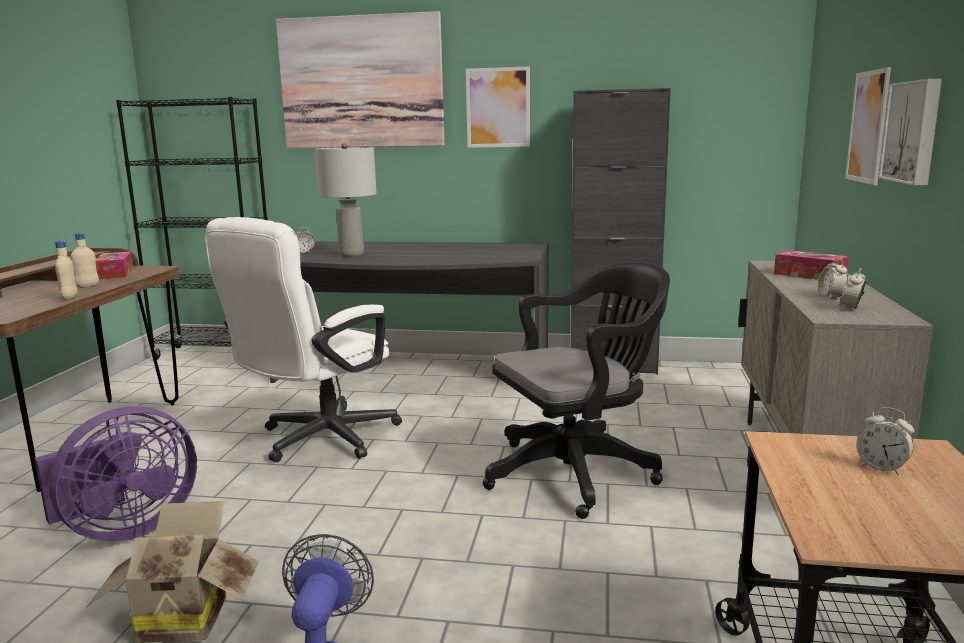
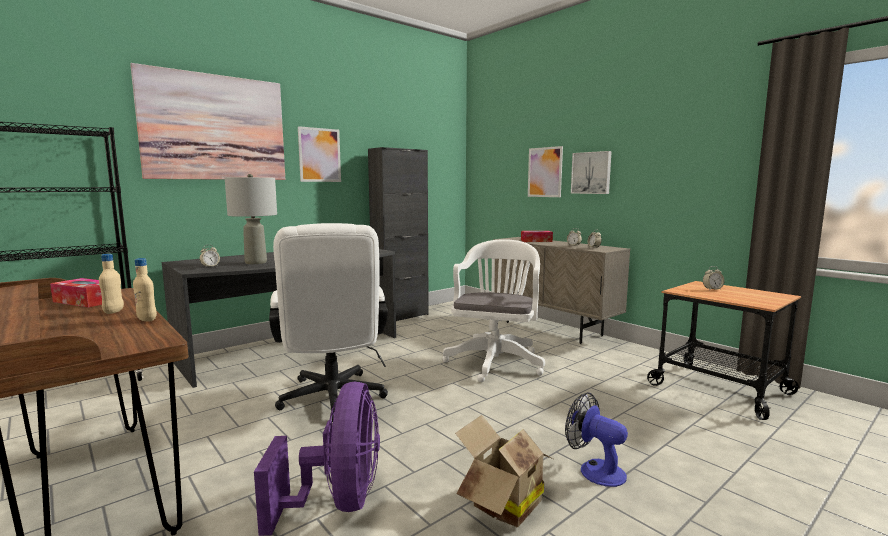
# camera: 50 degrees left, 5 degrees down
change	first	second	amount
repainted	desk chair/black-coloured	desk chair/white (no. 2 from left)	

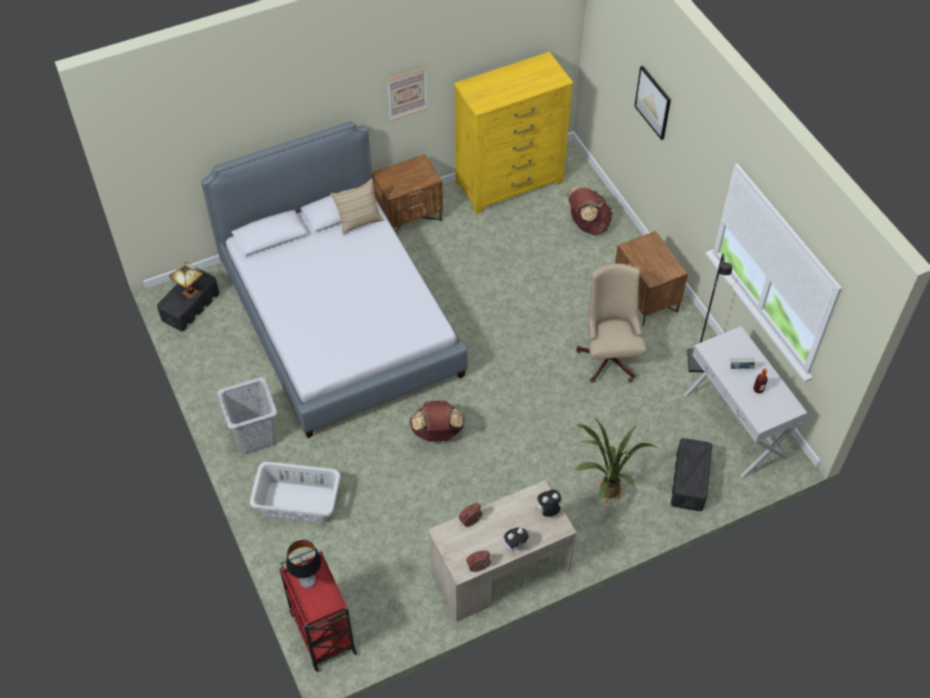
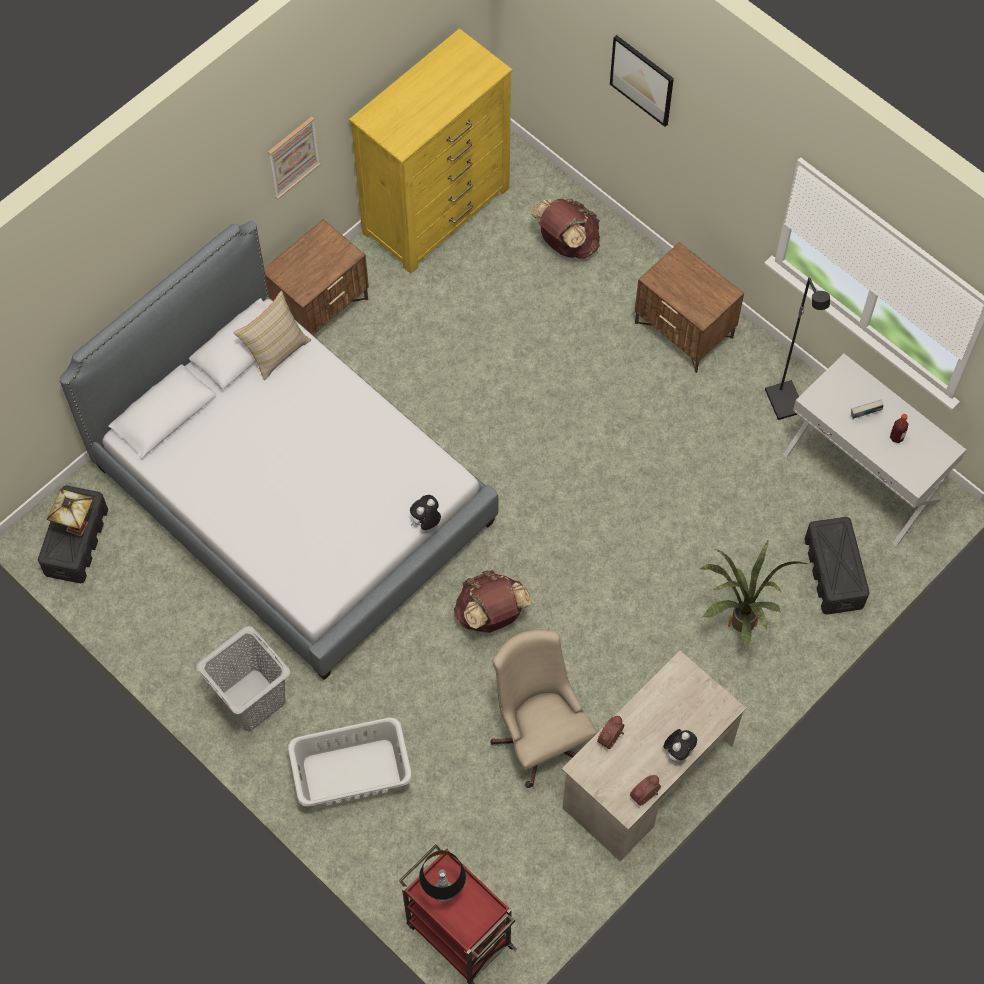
# camera: 20 degrees left, 10 degrees up
change	first	second	amount
shifted	plush toy (no. 2 from left in the first image)	plush toy (no. 1 from left)	
shifted	desk chair/beige-coloured		

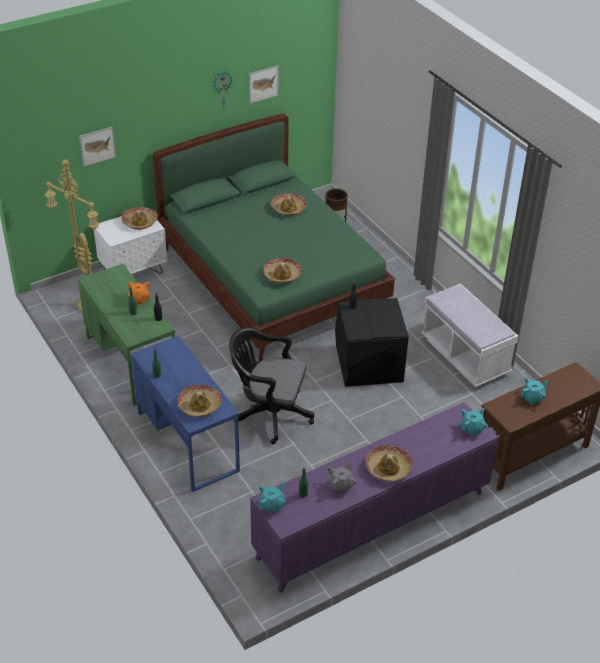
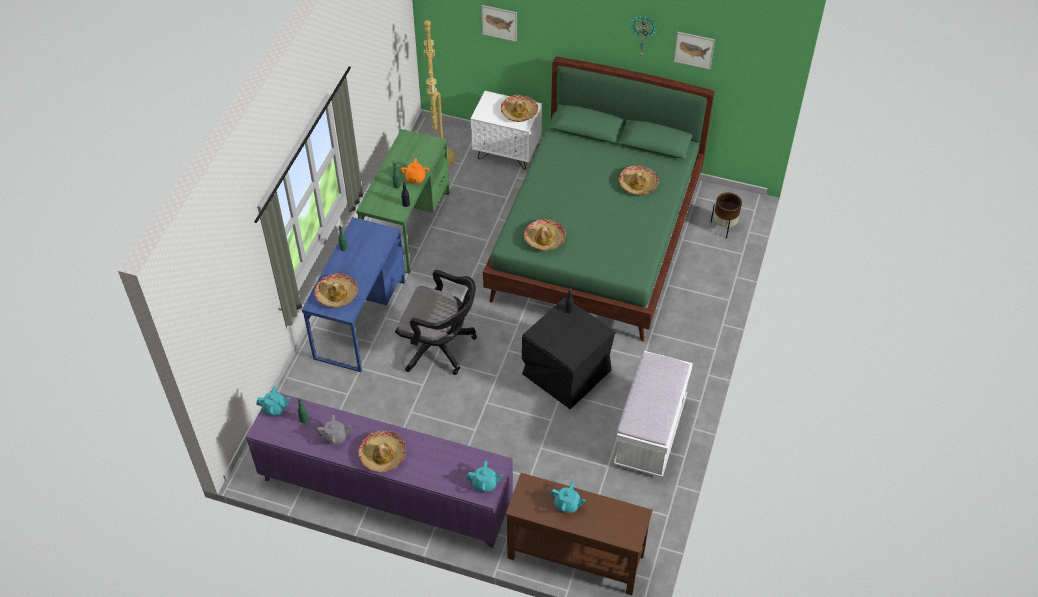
# camera: 50 degrees right, 10 degrees up
change	first	second	amount
rotated	desk chair/black-coloured		135 degrees clockwise

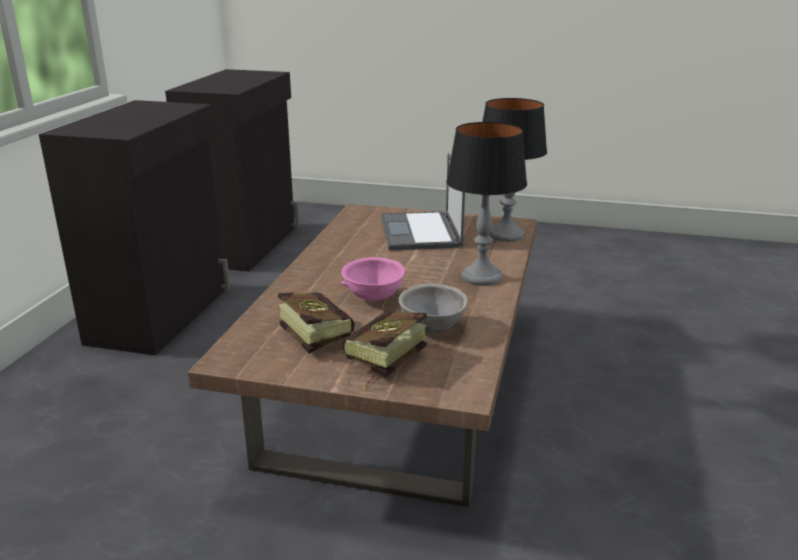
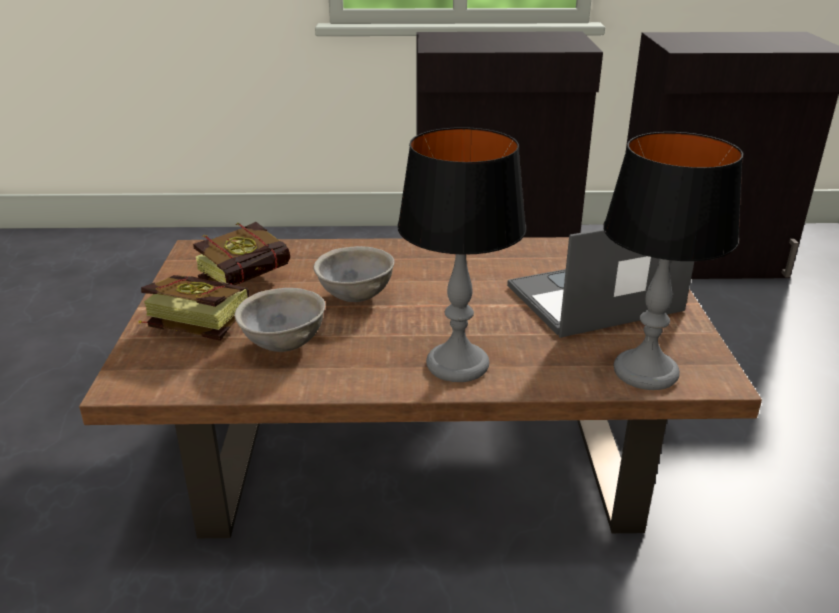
# camera: 75 degrees right, 5 degrees up
change	first	second	amount
repainted	deep dish/pink	deep dish/greyish (no. 2 from left)	

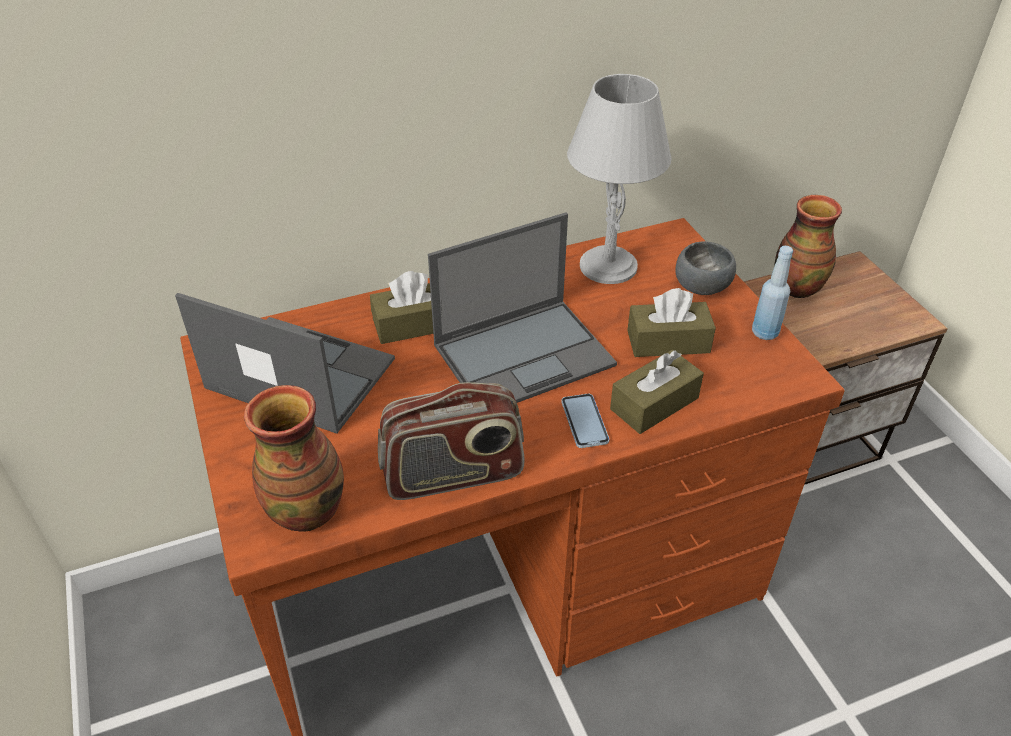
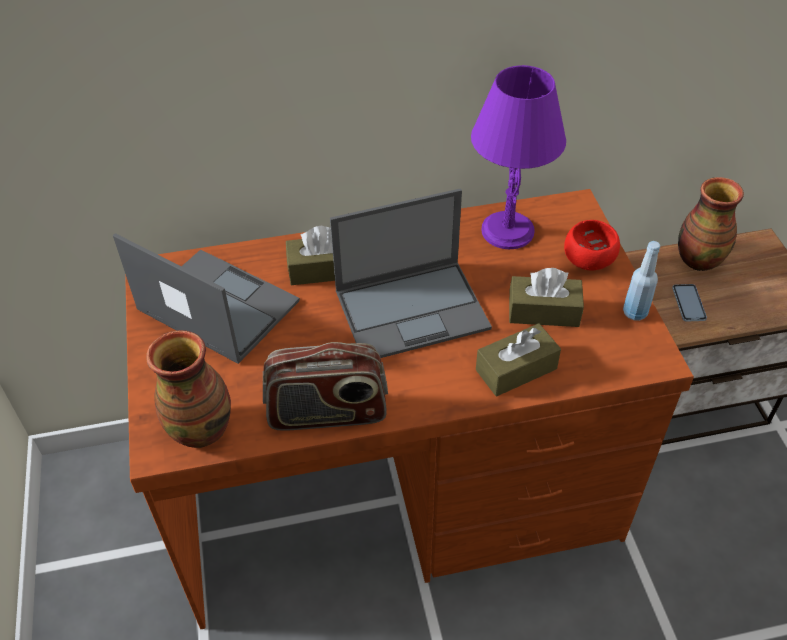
# camera: 10 degrees right, 5 degrees up
change	first	second	amount
shifted	telephone		
repainted	tabletop lamp/greyish	tabletop lamp/purple	
repainted	deep dish/greyish	deep dish/red	

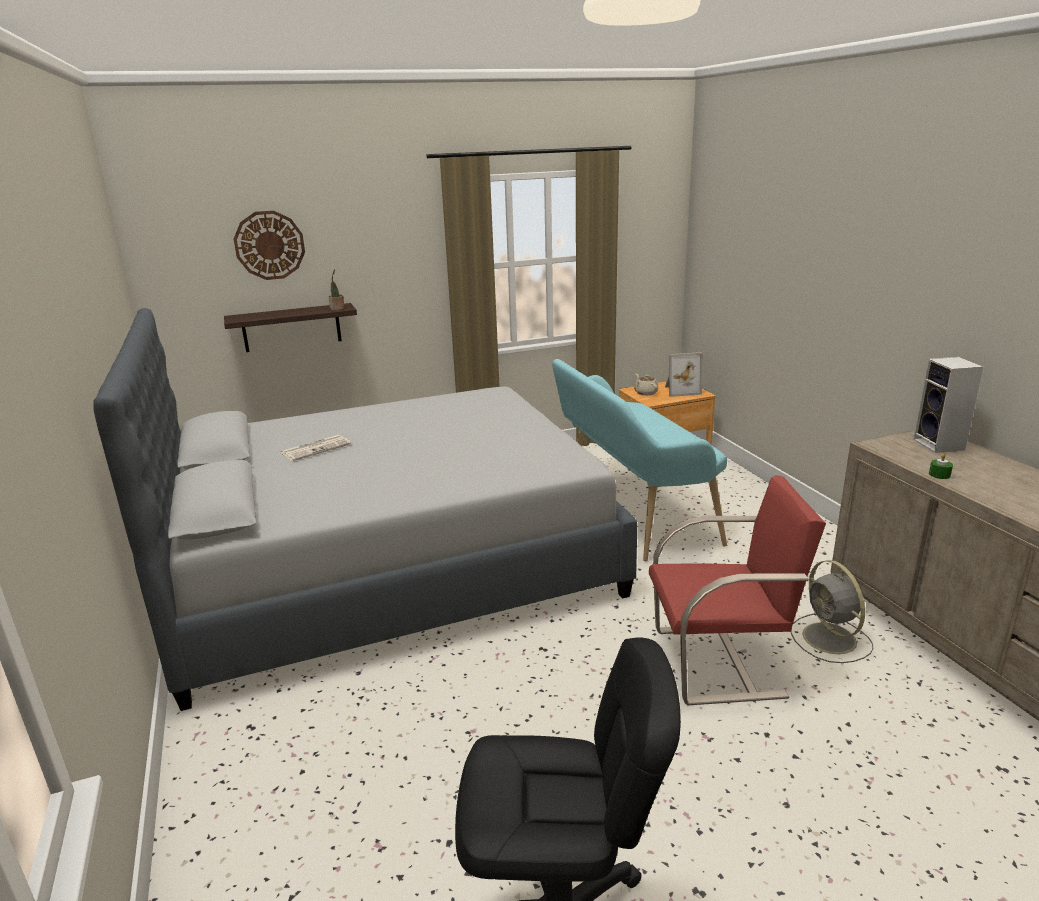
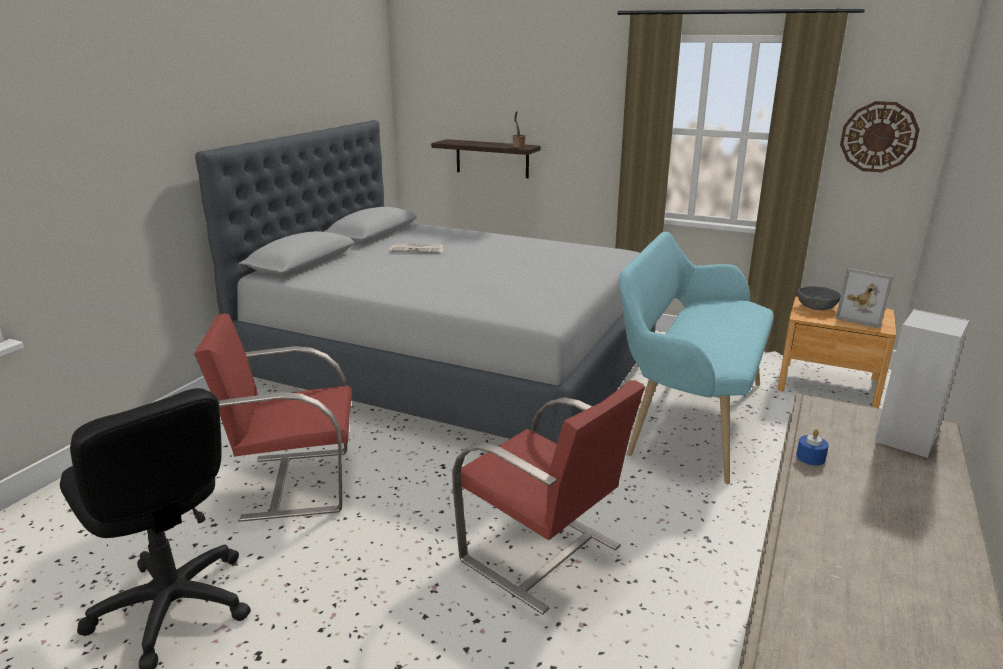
# camera: 45 degrees right, 0 degrees up
change	first	second	amount
shifted	wall clock		
swapped	tea pot/beige-coloured	deep dish/greyish	
gone	cooling fan/greyish		
repainted	wax candle/green	wax candle/bluish	
new		upright chair/red (no. 1 from left)	

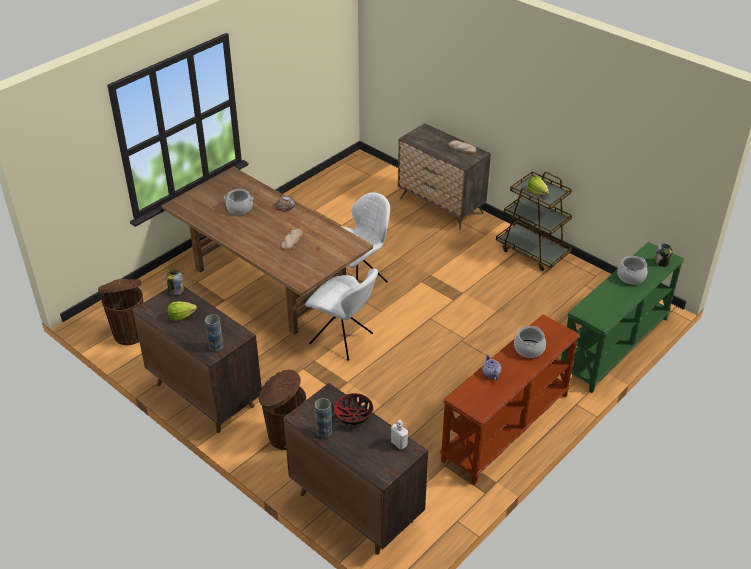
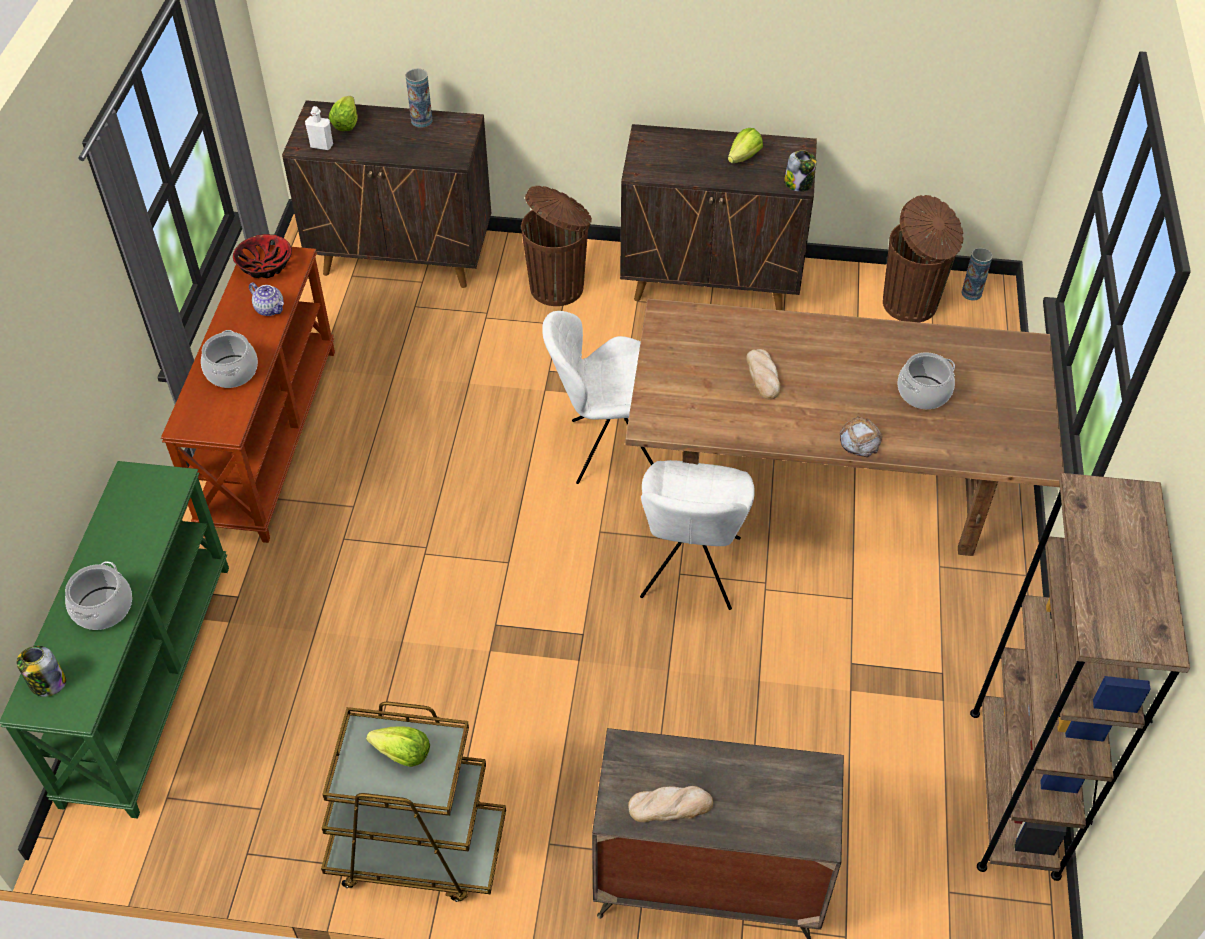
# camera: 145 degrees right, 10 degrees up
change	first	second	amount
shifted	flower vase (no. 1 from left in the first image)	flower vase (no. 2 from left)	
shifted	deep dish		
new		head of lettuce (no. 1 from left)	
new		shelving unit/brown-coloured	

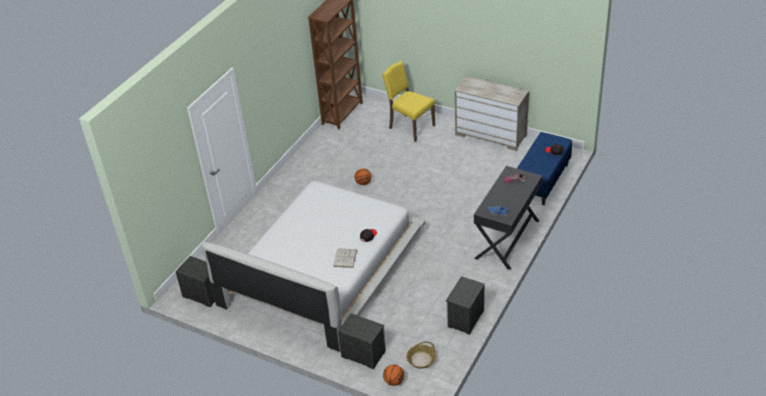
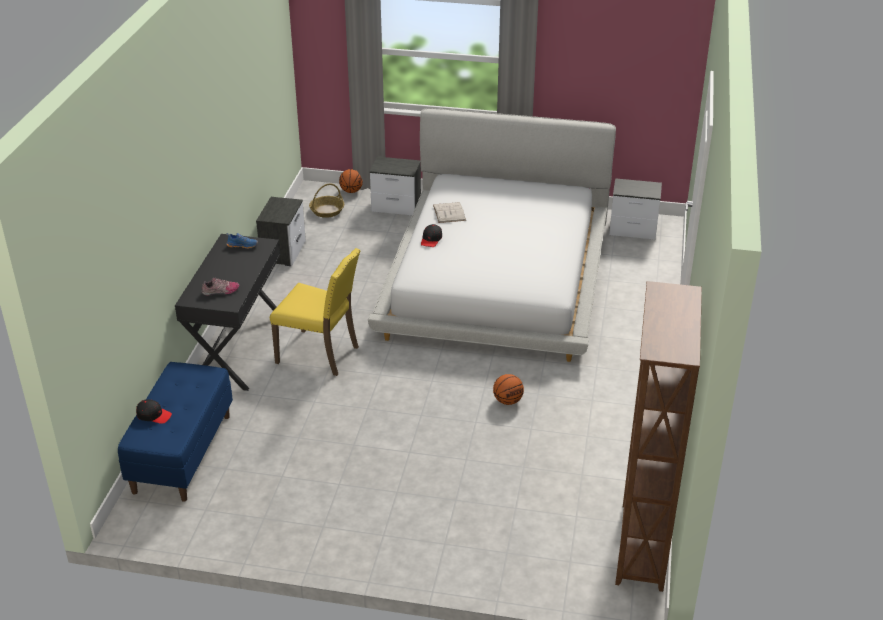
# camera: 160 degrees right, 5 degrees down
change	first	second	amount
shifted	upright chair/yellowish		
gone	dresser/beige-coloured		

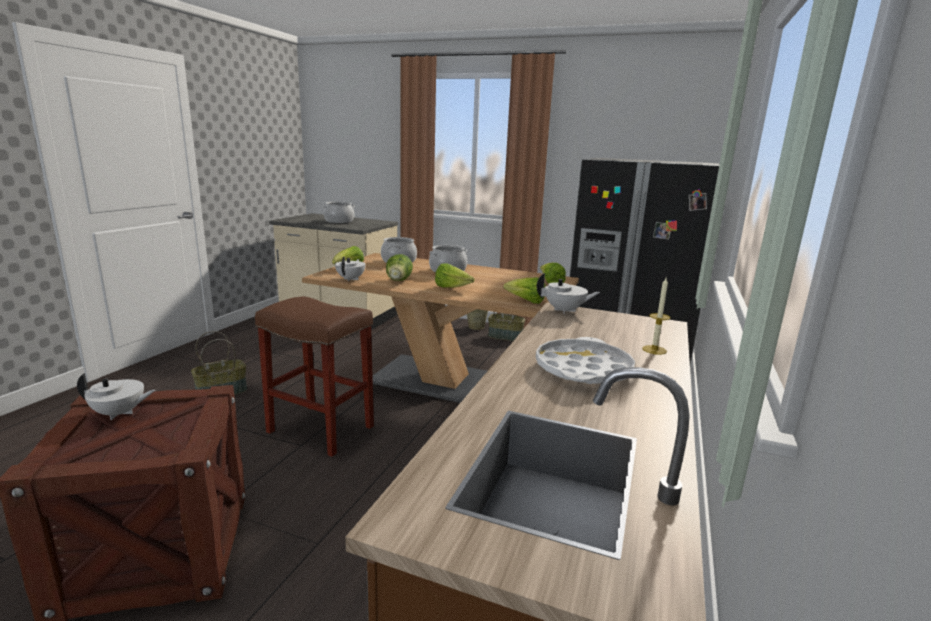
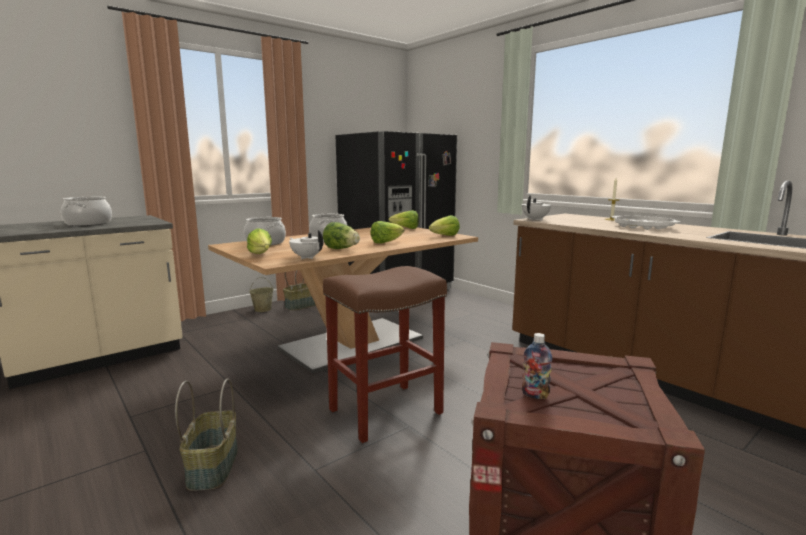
# camera: 60 degrees left, 5 degrees down
change	first	second	amount
swapped	tea pot/white (no. 1 from left)	drink bottle	

